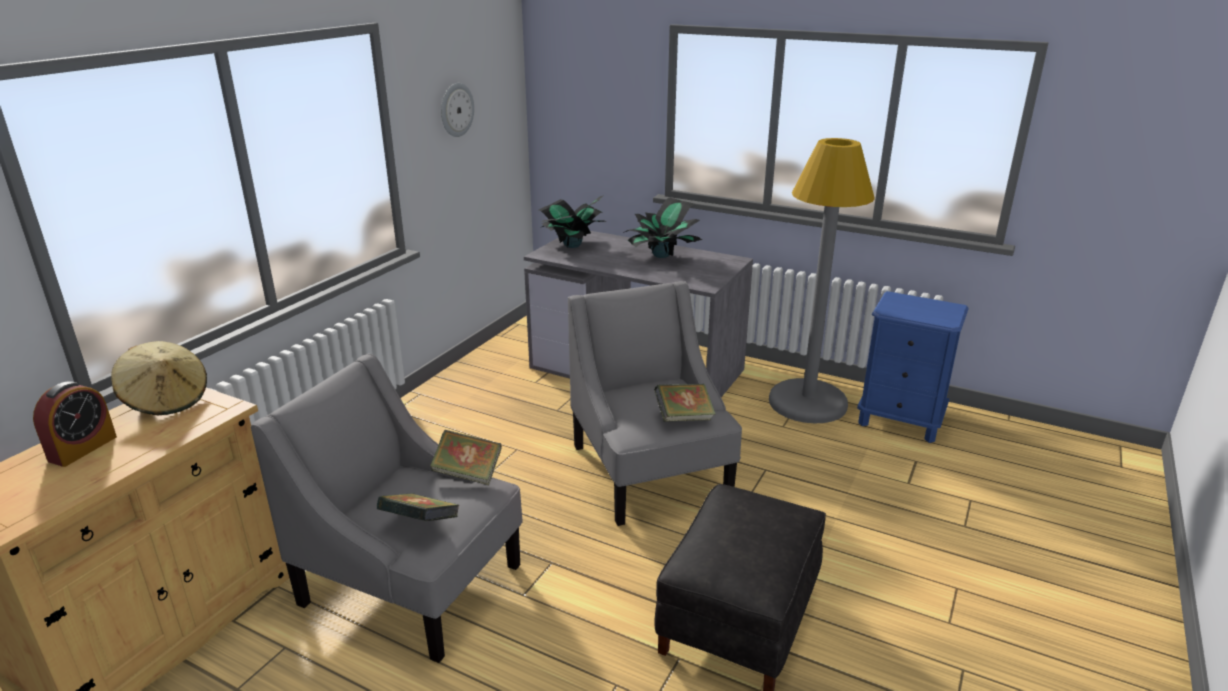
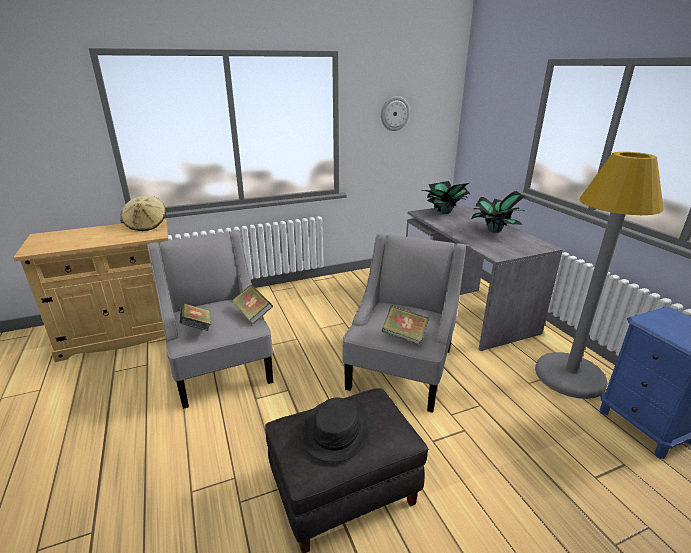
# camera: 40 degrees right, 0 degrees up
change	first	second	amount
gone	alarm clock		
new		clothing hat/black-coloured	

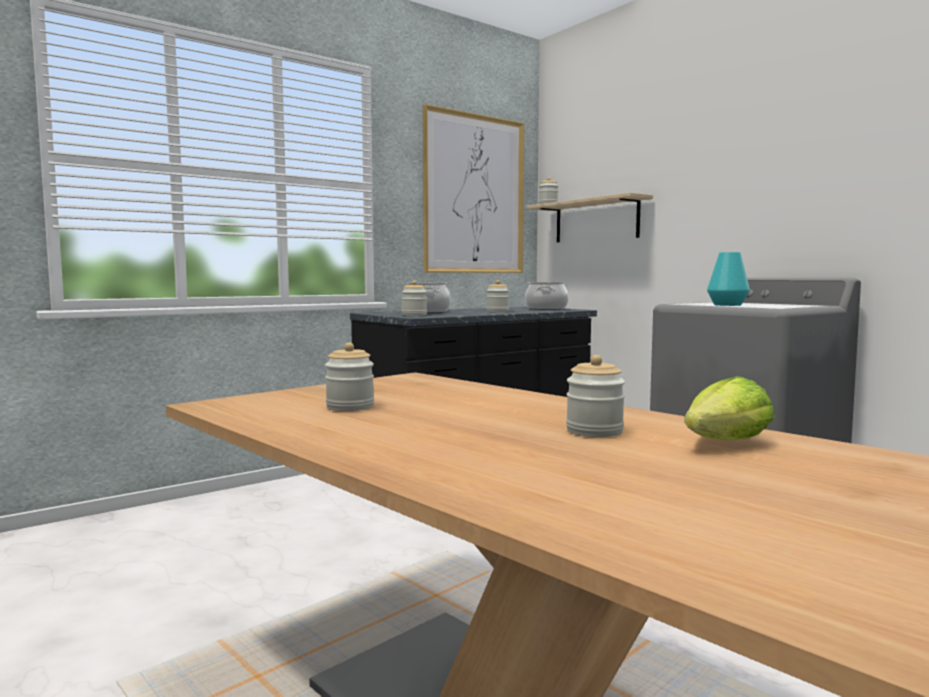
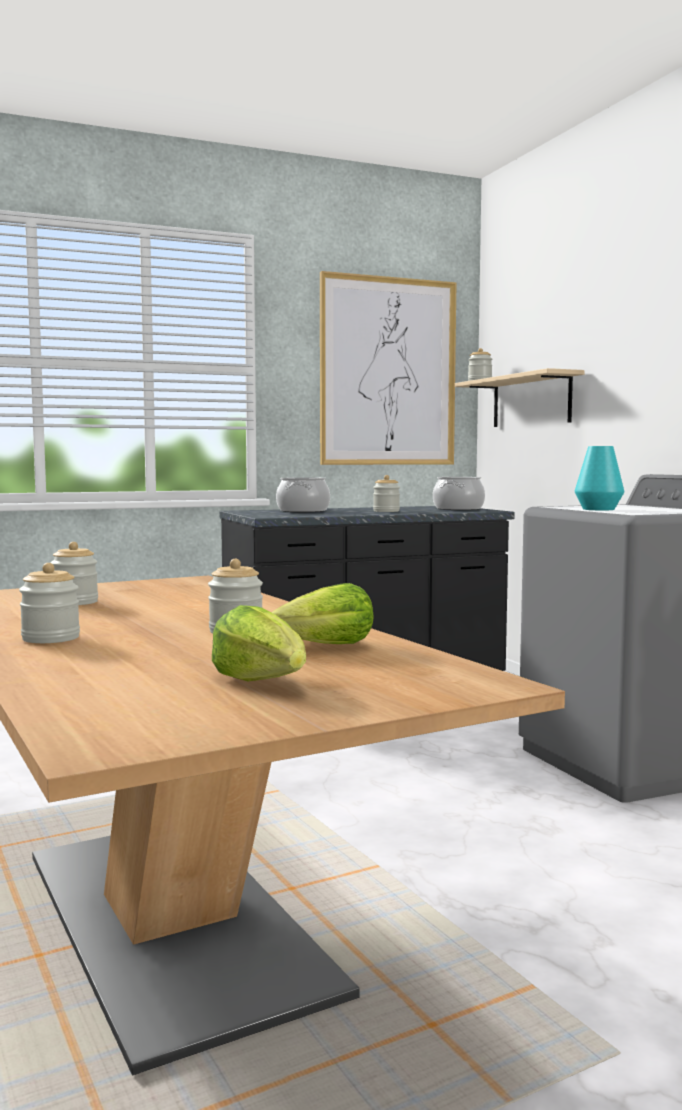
# camera: 15 degrees right, 0 degrees up
change	first	second	amount
shifted	storage jar (no. 2 from left in the first image)	storage jar (no. 1 from left)	
new		head of lettuce (no. 1 from left)	

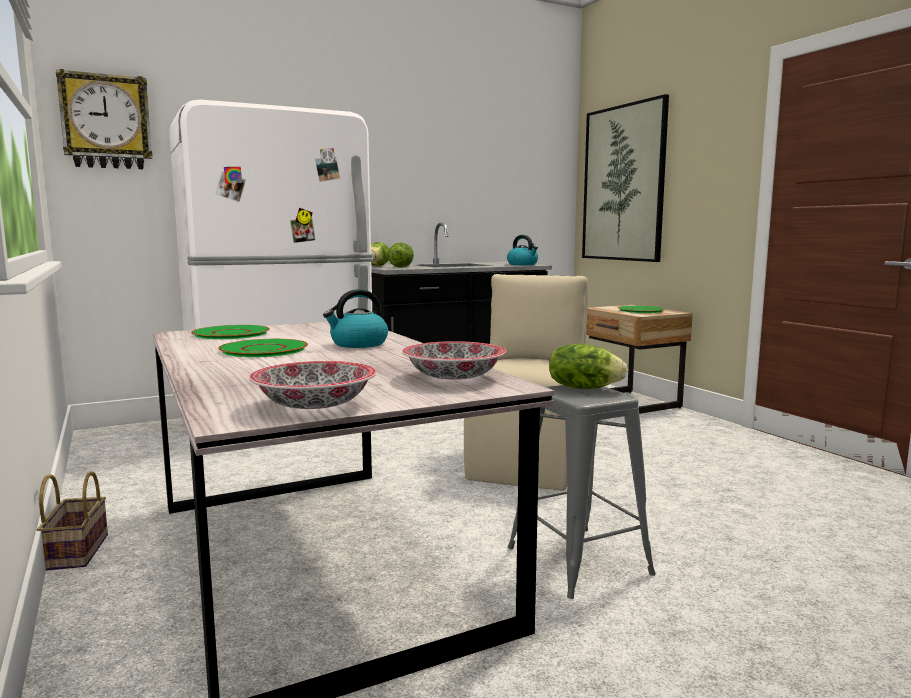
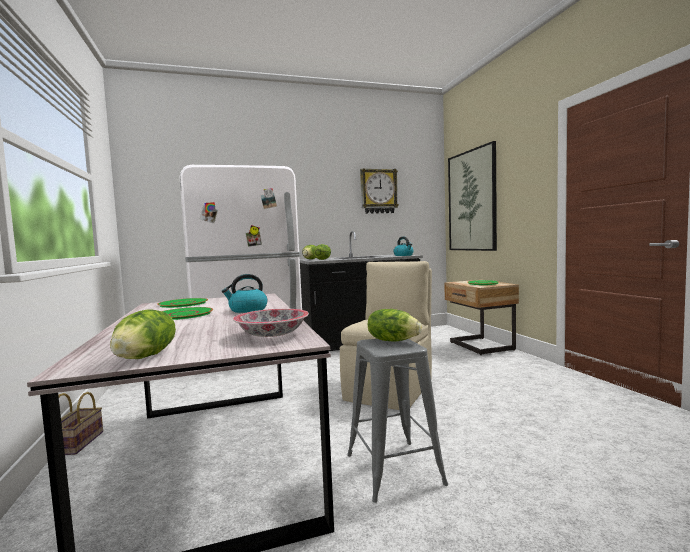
# camera: 10 degrees right, 5 degrees down
change	first	second	amount
shifted	wall clock		
swapped	deep dish (no. 1 from left)	head of lettuce (no. 1 from left)	

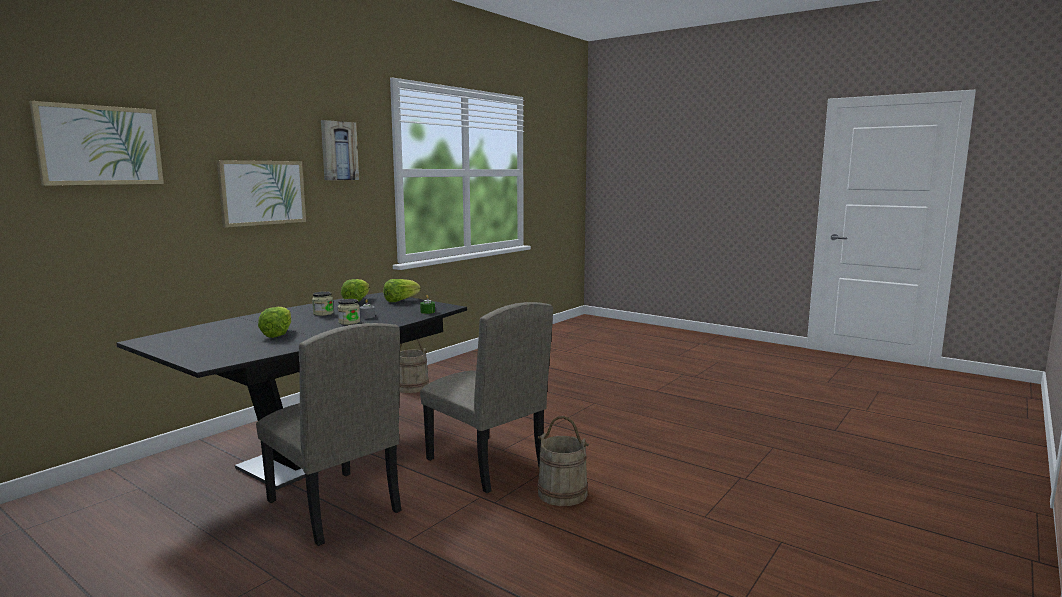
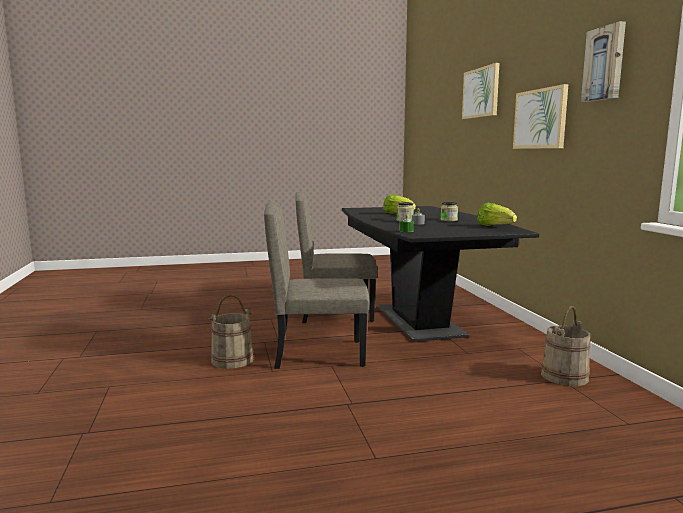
# camera: 130 degrees right, 0 degrees up
change	first	second	amount
gone	head of lettuce (no. 3 from left)		

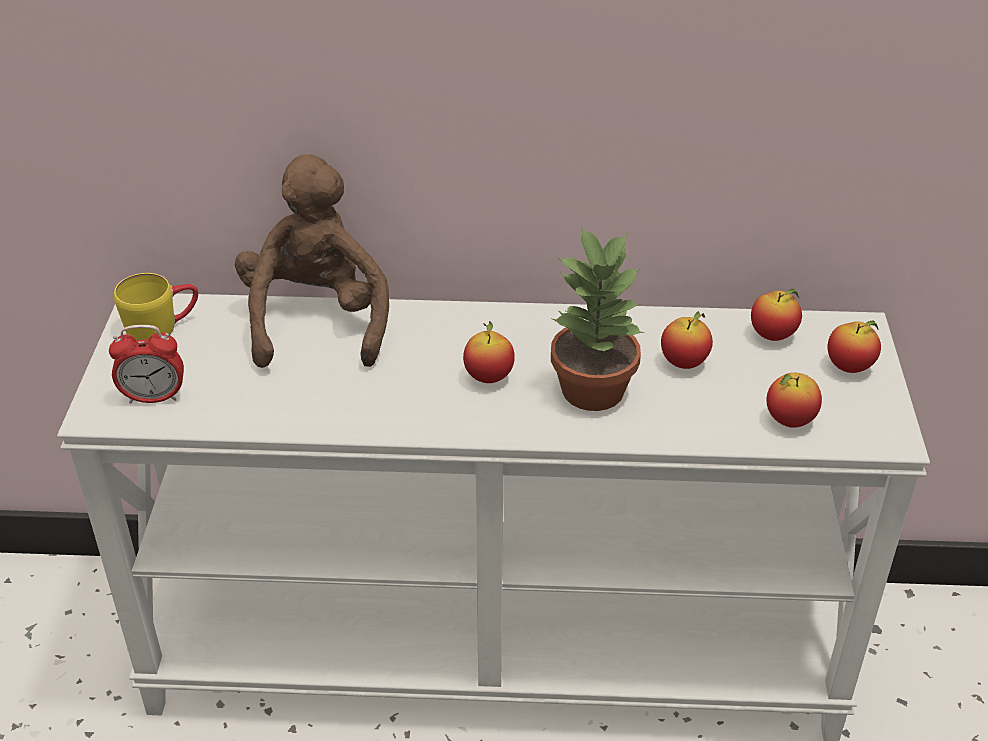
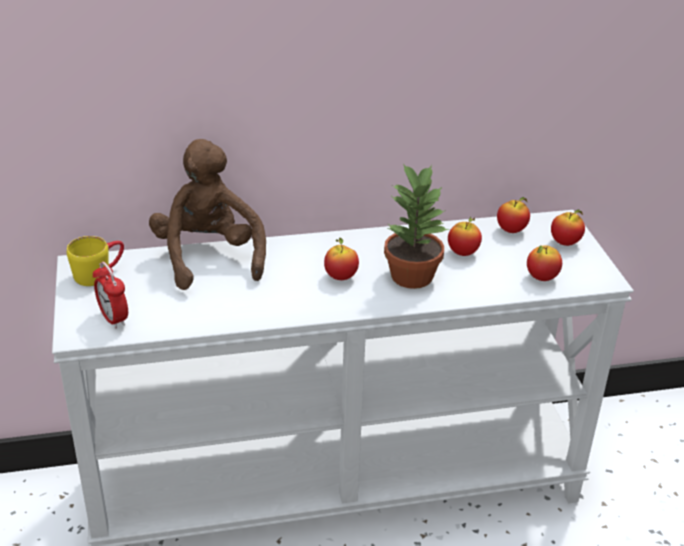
# camera: 15 degrees left, 5 degrees down
change	first	second	amount
rotated	alarm clock		75 degrees clockwise

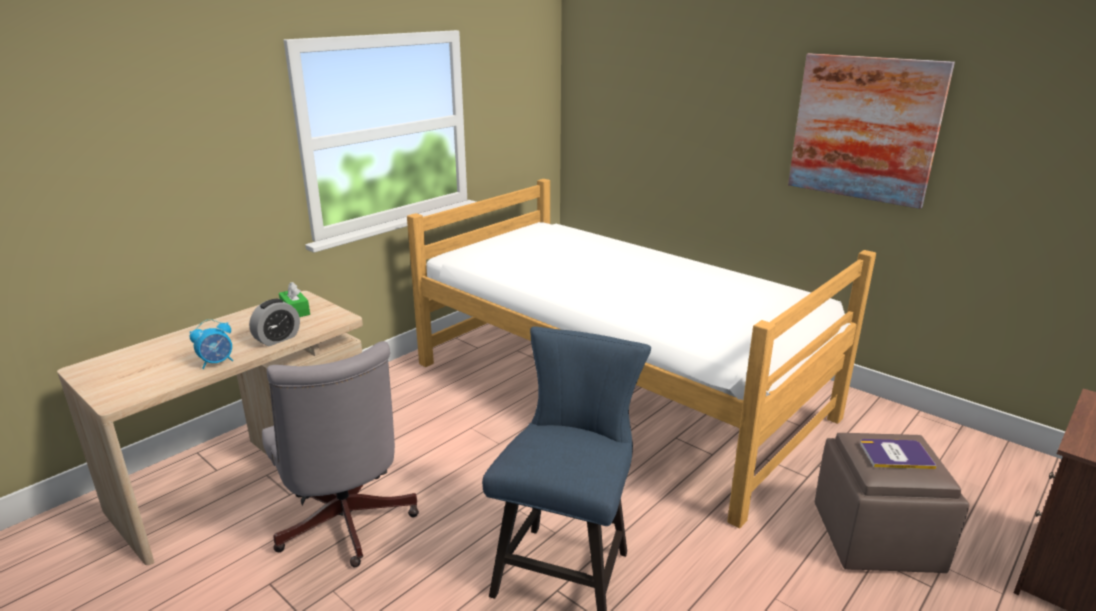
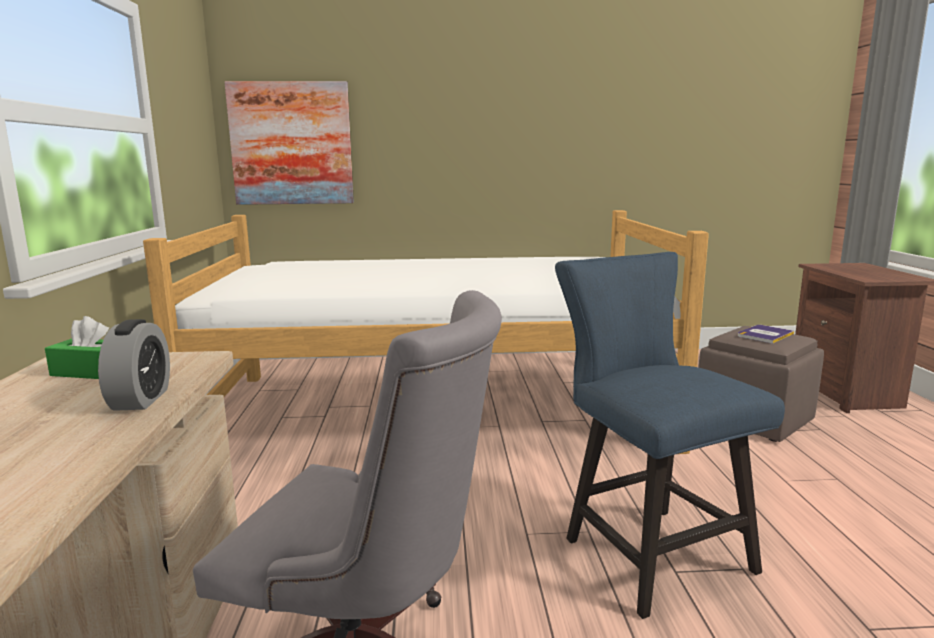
# camera: 45 degrees left, 10 degrees down
change	first	second	amount
gone	alarm clock (no. 1 from left)		
shifted	picture		

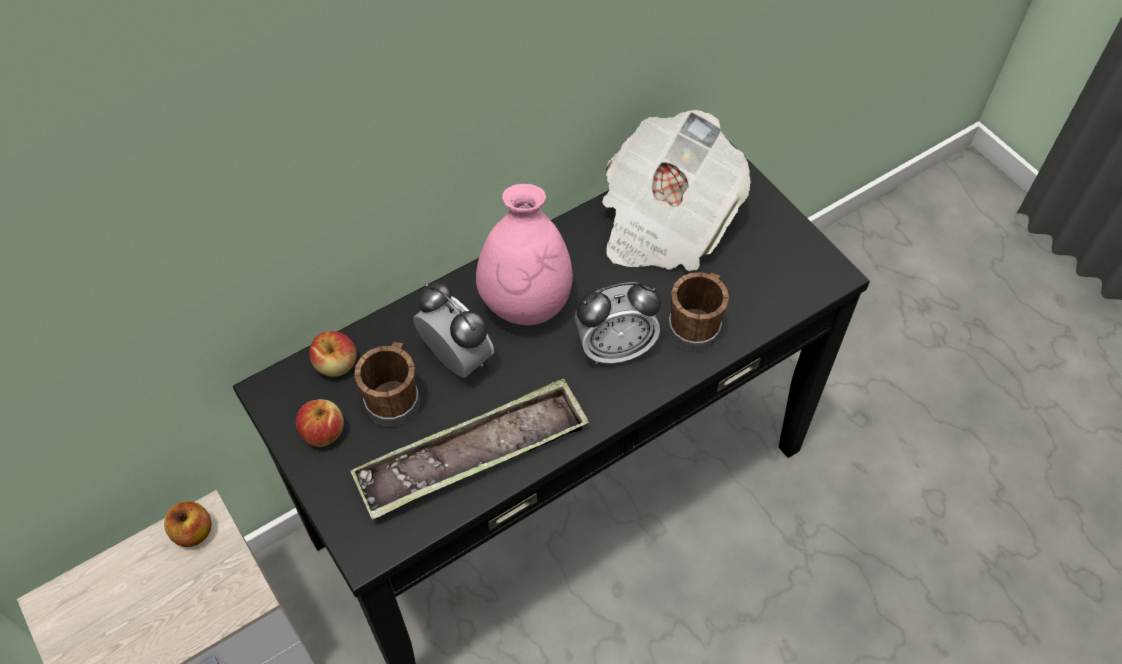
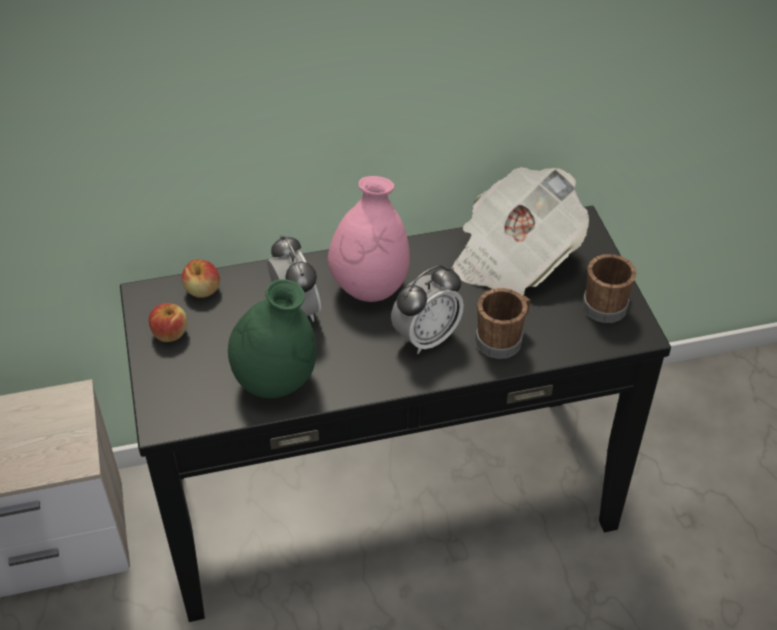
# camera: 20 degrees right, 10 degrees down
change	first	second	amount
gone	apple fruit (no. 1 from left)		
swapped	serving tray	flower vase/green	
shifted	mug/brown-coloured (no. 1 from left in the first image)	mug/brown-coloured (no. 2 from left)	
rotated	alarm clock (no. 2 from left)		45 degrees counterclockwise

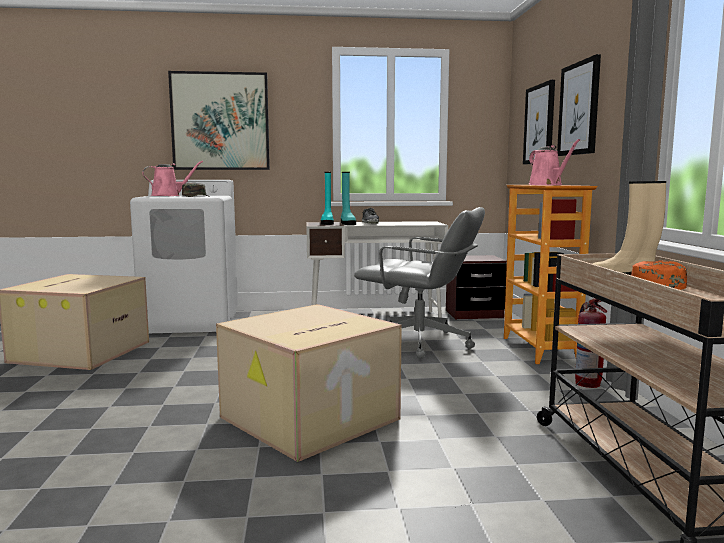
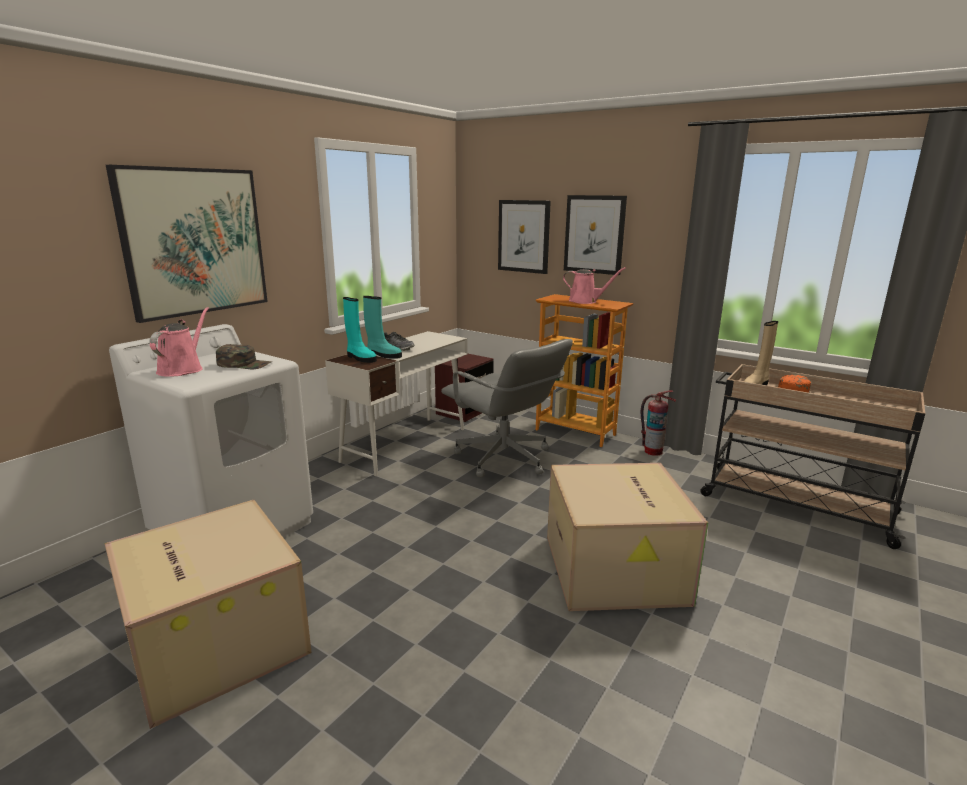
# camera: 50 degrees left, 10 degrees up
change	first	second	amount
rotated	desk chair/greyish		75 degrees clockwise

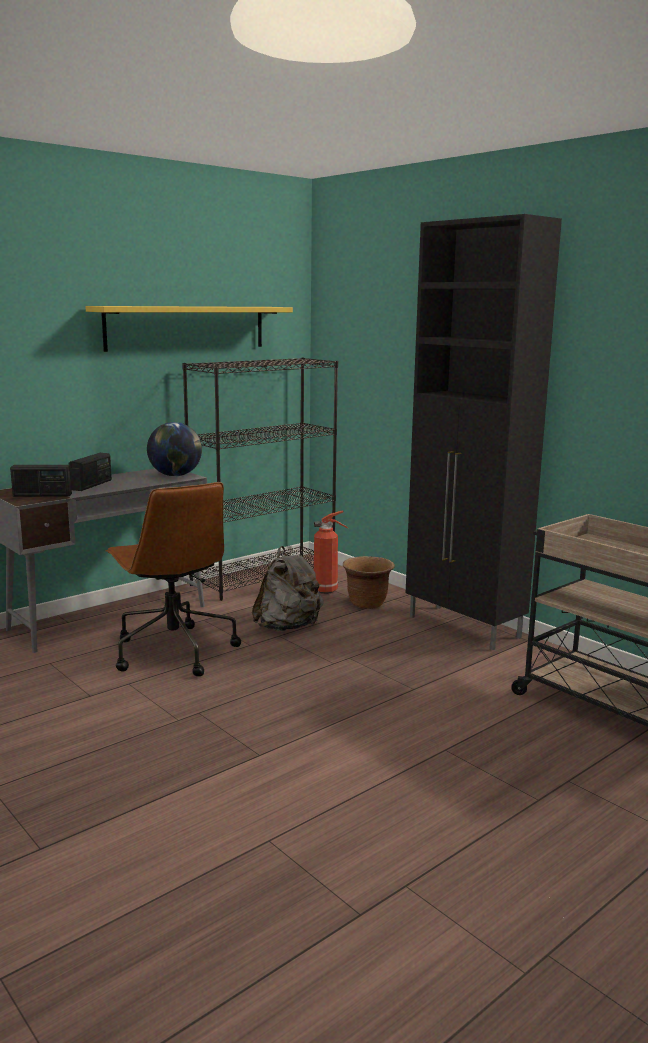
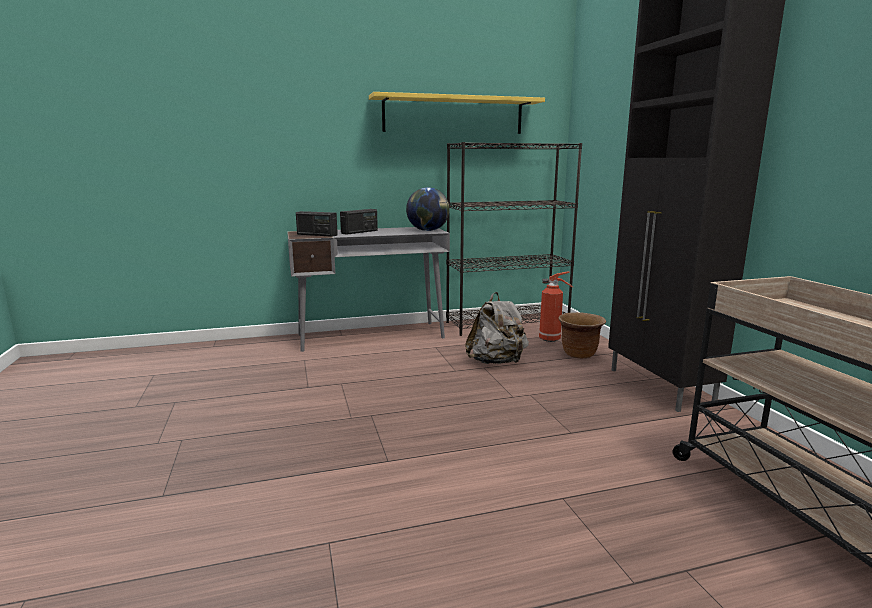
# camera: 25 degrees right, 0 degrees up
change	first	second	amount
gone	desk chair/brown-coloured		

